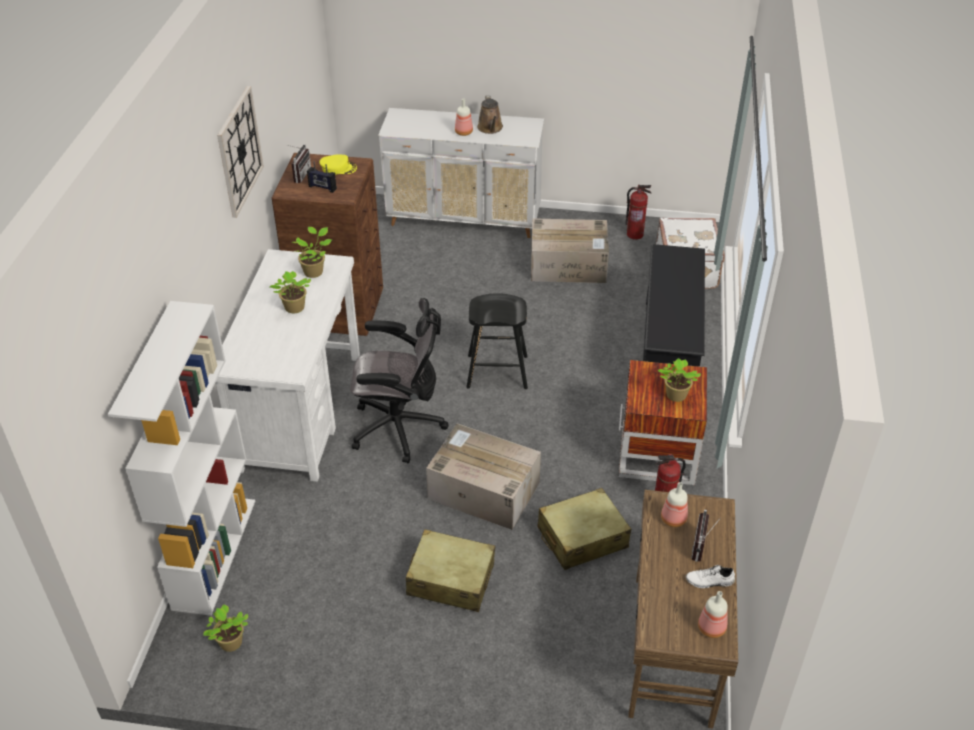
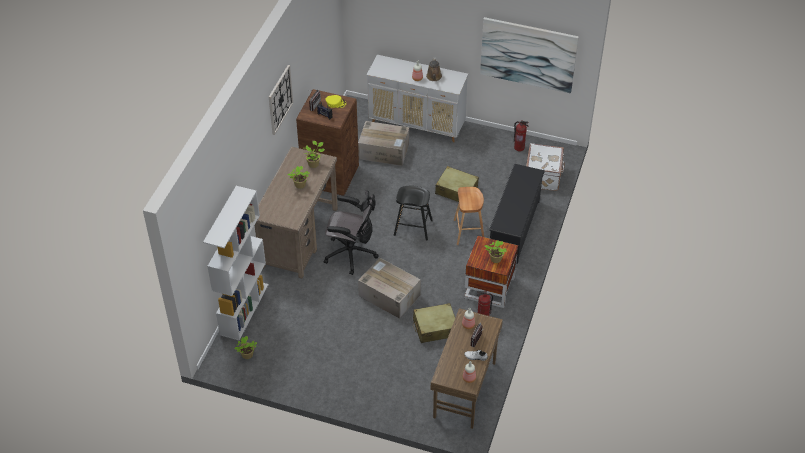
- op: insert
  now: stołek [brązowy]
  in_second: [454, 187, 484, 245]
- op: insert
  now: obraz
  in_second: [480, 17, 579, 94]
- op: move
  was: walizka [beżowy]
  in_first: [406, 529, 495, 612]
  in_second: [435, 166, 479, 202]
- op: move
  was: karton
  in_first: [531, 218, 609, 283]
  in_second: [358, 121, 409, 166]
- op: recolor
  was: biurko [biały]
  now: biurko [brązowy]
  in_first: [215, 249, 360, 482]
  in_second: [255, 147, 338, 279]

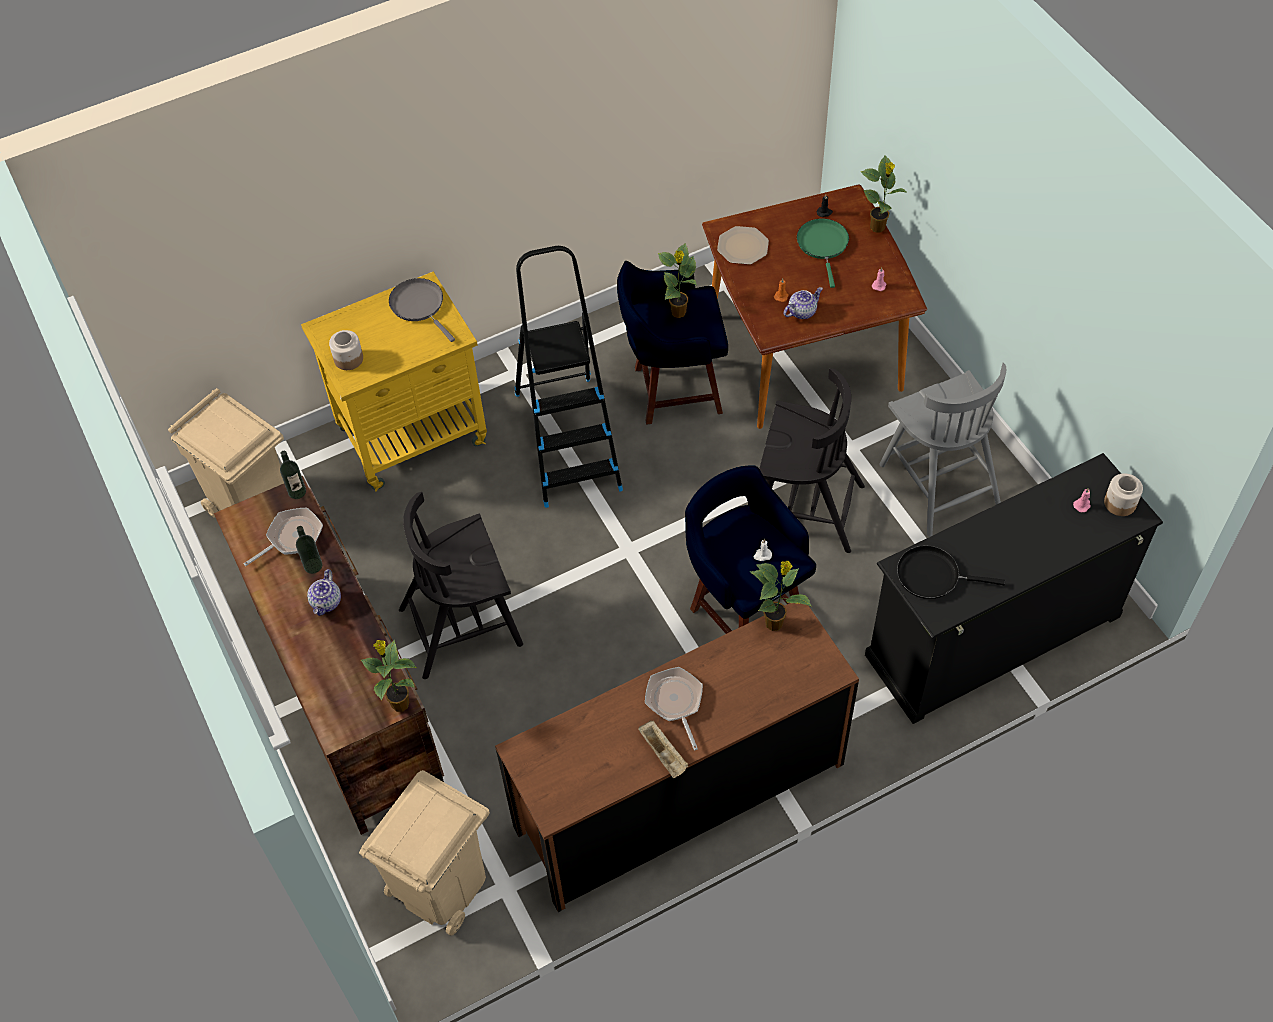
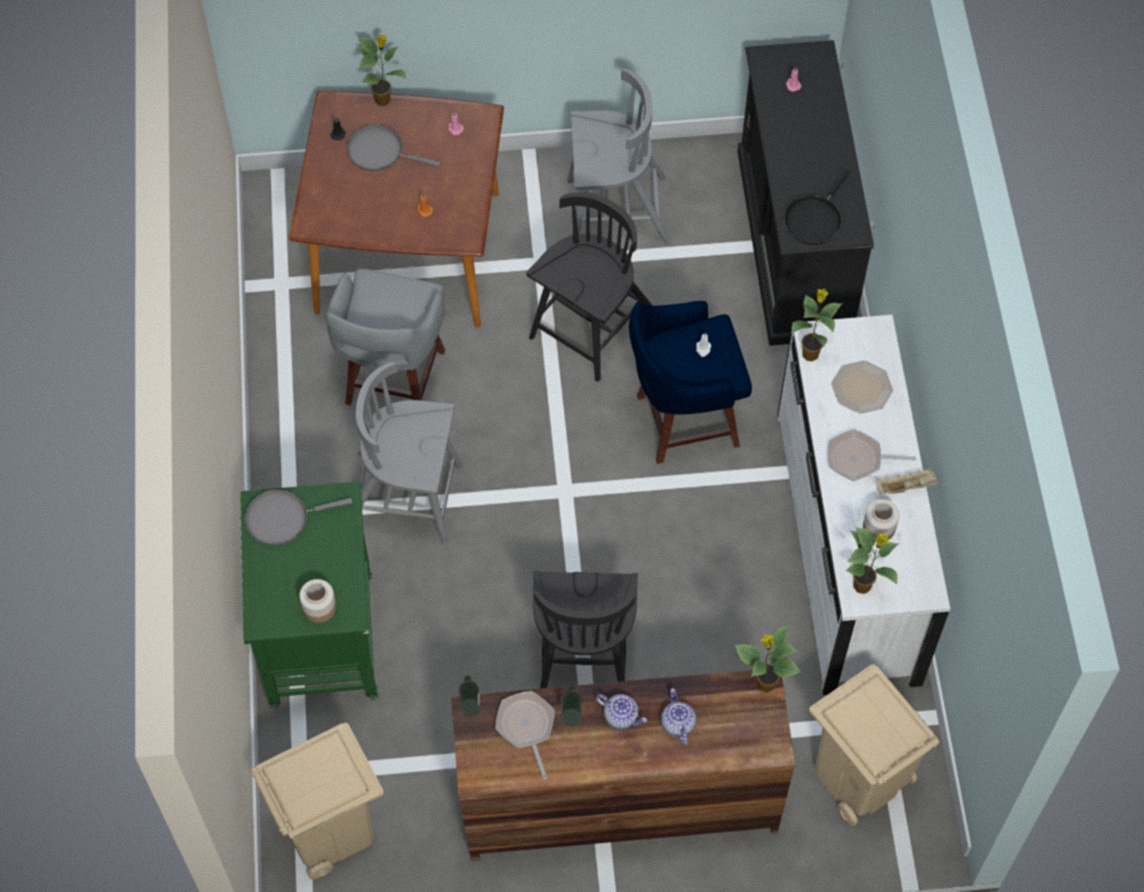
- op: move
  was: roślina doniczkowa
  in_first: [658, 243, 697, 318]
  in_second: [845, 527, 899, 594]
- op: move
  was: talerz
  in_first: [717, 226, 769, 265]
  in_second: [831, 361, 893, 413]
- op: move
  was: imbryk
  in_first: [784, 287, 823, 319]
  in_second: [661, 688, 696, 746]
- op: move
  was: słoik
  in_first: [1104, 473, 1143, 516]
  in_second: [863, 499, 899, 542]
- op: replace
  was: drabinka [czarny]
  now: krzesło [szary]
  in_first: [514, 246, 623, 508]
  in_second: [356, 362, 463, 544]
- op: recolor
  was: wózek [żółty]
  now: wózek [zielony]
  in_first: [301, 272, 487, 492]
  in_second: [240, 481, 379, 709]
- op: recolor
  was: komoda [brązowy]
  now: komoda [biały]
  in_first: [495, 603, 859, 912]
  in_second: [777, 315, 950, 695]
- op: recolor
  was: stołek [niebieski]
  now: stołek [szary]
  in_first: [617, 261, 728, 425]
  in_second: [326, 269, 445, 405]
- op: recolor
  was: patelnia [zielony]
  now: patelnia [szary]
  in_first: [797, 219, 849, 288]
  in_second: [346, 124, 440, 171]

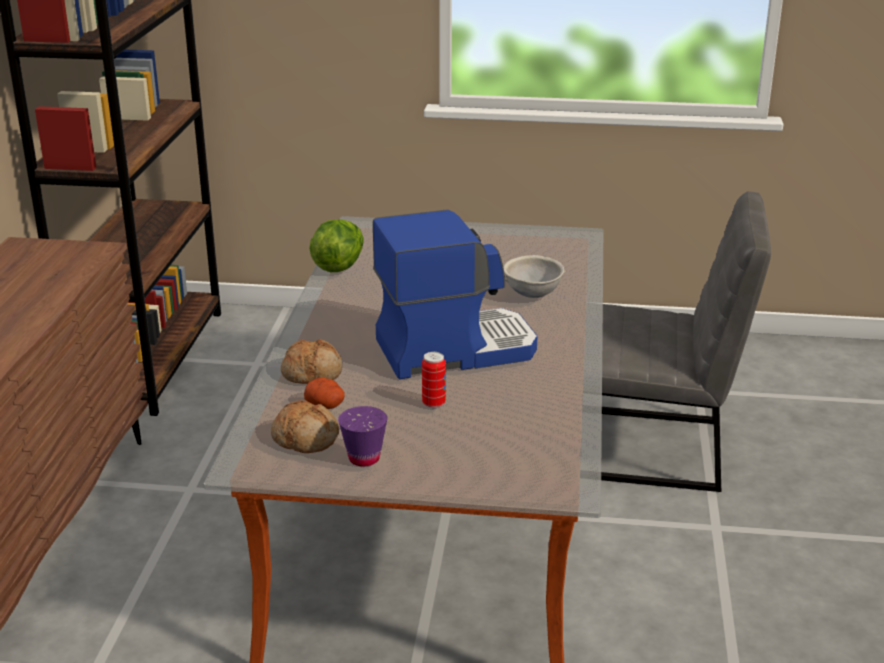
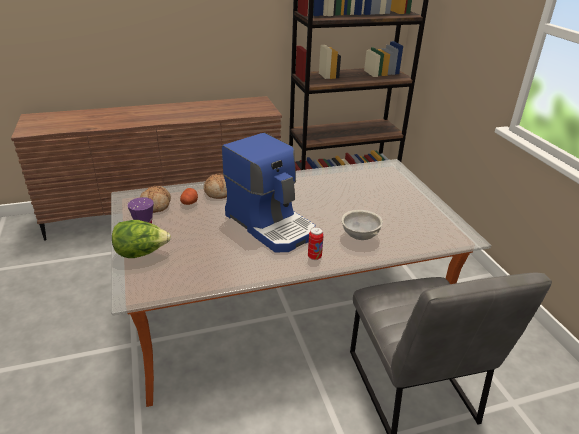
- op: move
  was: sałata
  in_first: [309, 219, 364, 272]
  in_second: [112, 220, 171, 258]
- op: move
  was: puszka
  in_first: [422, 352, 446, 408]
  in_second: [308, 227, 324, 260]

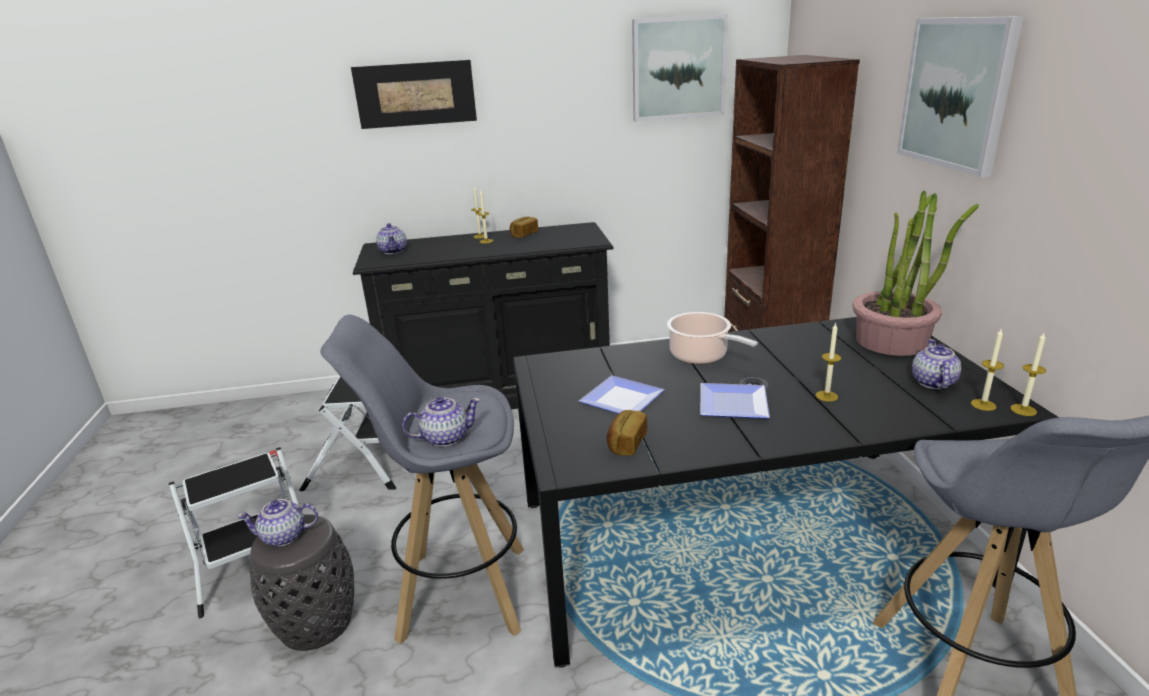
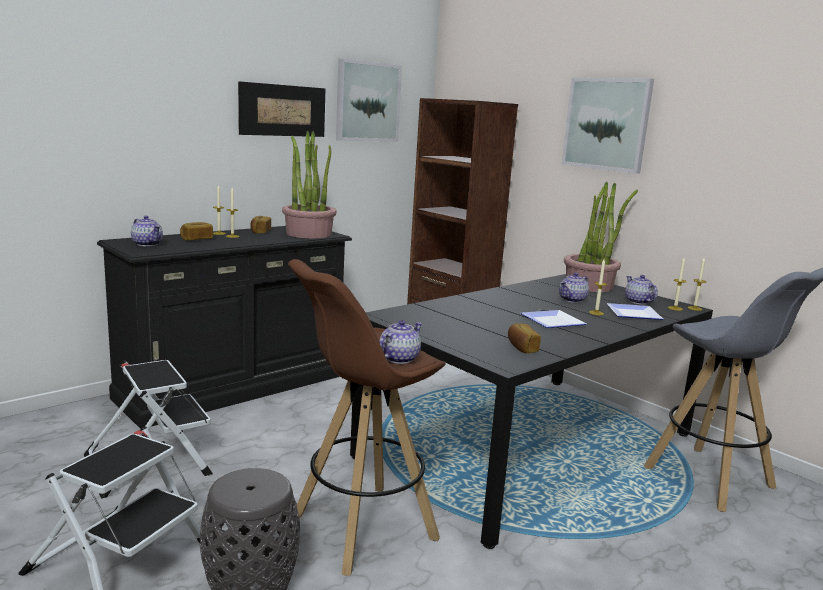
- op: delete
  was: garnek
  in_first: [667, 312, 758, 364]
- op: insert
  now: chleb
  in_second: [180, 222, 213, 240]
- op: insert
  now: roślina doniczkowa
  in_second: [282, 131, 337, 238]
- op: move
  was: imbryk
  in_first: [237, 499, 318, 547]
  in_second: [559, 273, 589, 303]
- op: move
  was: obraz
  in_first: [351, 60, 477, 129]
  in_second: [238, 81, 325, 137]
- op: move
  was: talerz
  in_first: [579, 375, 665, 414]
  in_second: [606, 303, 663, 320]
- op: recolor
  was: stołek [szary]
  now: stołek [brązowy]
  in_first: [321, 315, 524, 644]
  in_second: [288, 259, 445, 576]

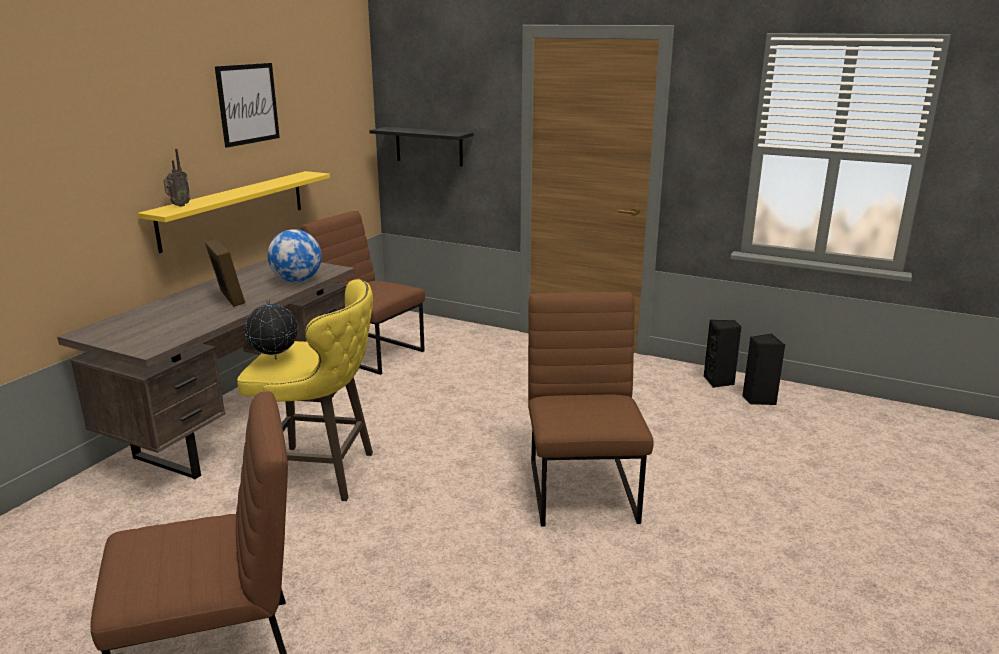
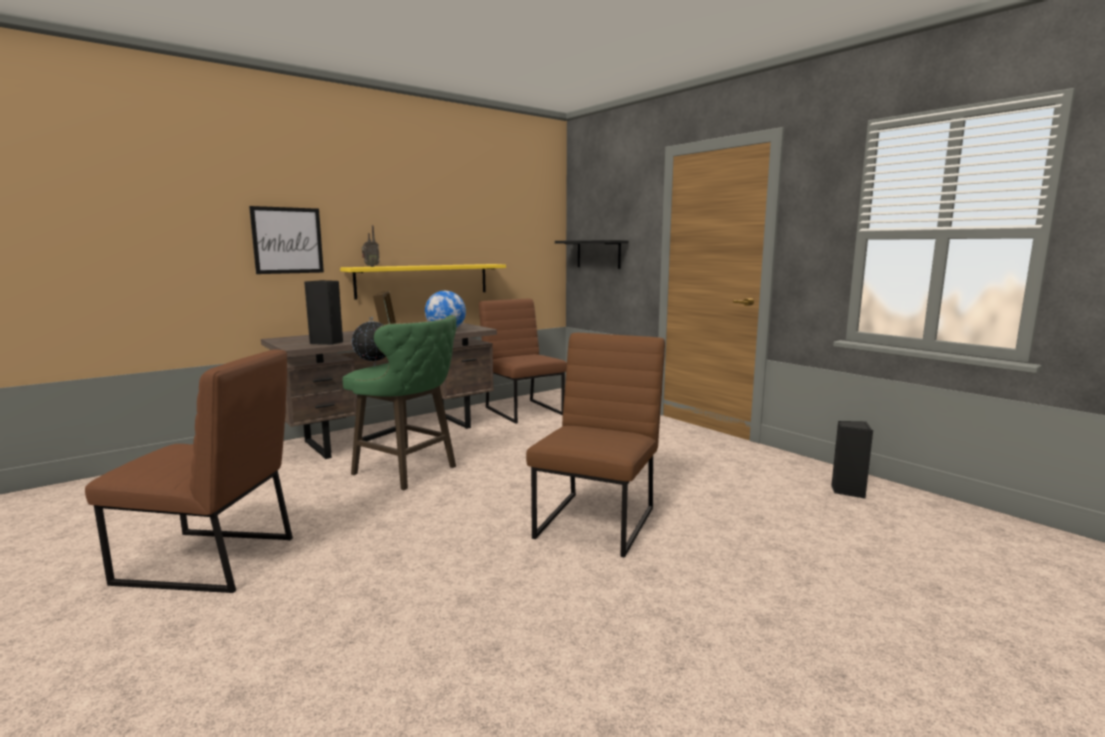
- op: move
  was: obraz
  in_first: [215, 63, 280, 148]
  in_second: [249, 206, 324, 274]
- op: move
  was: głośnik [czarny]
  in_first: [704, 319, 742, 388]
  in_second: [304, 280, 343, 345]
- op: recolor
  was: stołek [żółty]
  now: stołek [zielony]
  in_first: [237, 279, 373, 501]
  in_second: [343, 315, 456, 490]

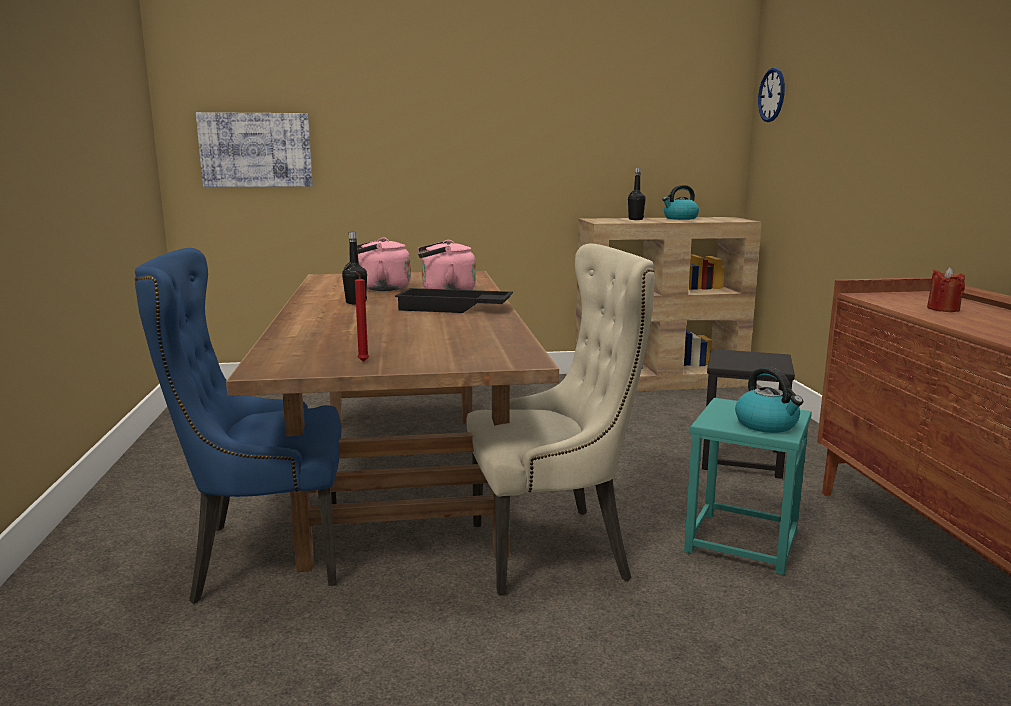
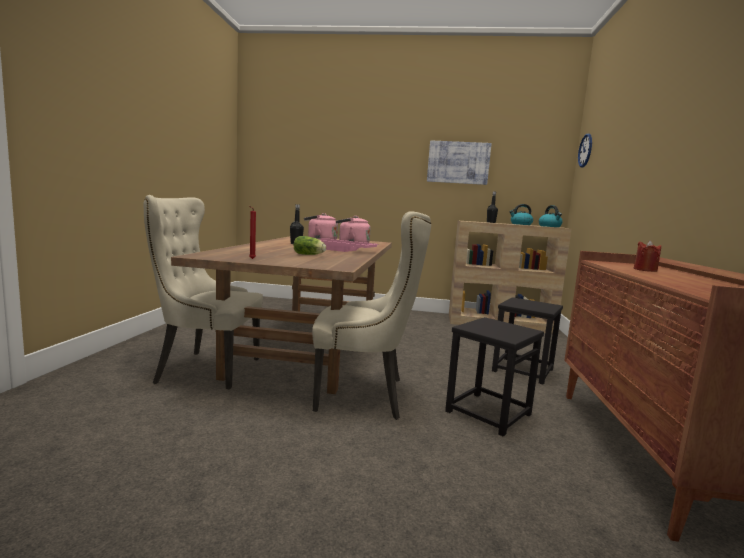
- op: insert
  now: sałata
  in_second: [294, 236, 326, 255]
- op: move
  was: obraz
  in_first: [196, 112, 313, 187]
  in_second: [427, 140, 492, 185]
- op: move
  was: czajnik
  in_first: [735, 367, 803, 433]
  in_second: [539, 205, 563, 227]
- op: recolor
  was: krzesło [niebieski]
  now: krzesło [beżowy]
  in_first: [134, 248, 341, 604]
  in_second: [143, 195, 263, 389]
- op: recolor
  was: taca [czarny]
  now: taca [różowy]
  in_first: [395, 288, 513, 313]
  in_second: [319, 238, 379, 252]
- op: recolor
  was: stołek [turkusowy]
  now: stołek [czarny]
  in_first: [684, 398, 812, 575]
  in_second: [445, 317, 544, 436]

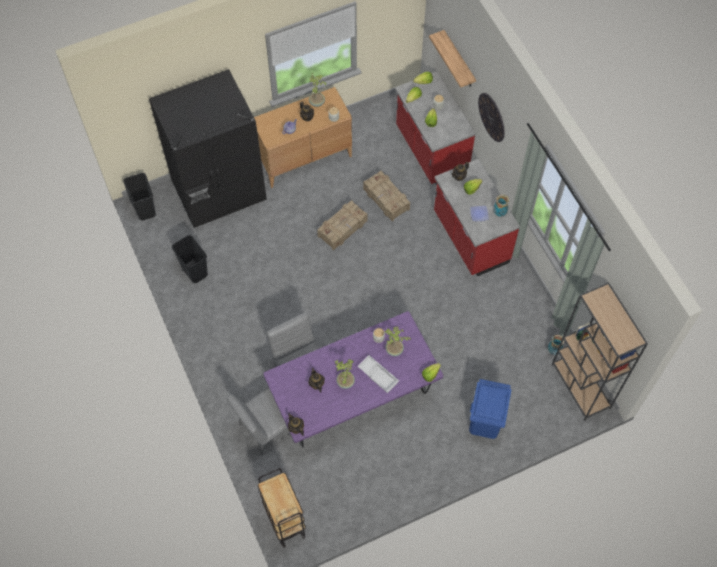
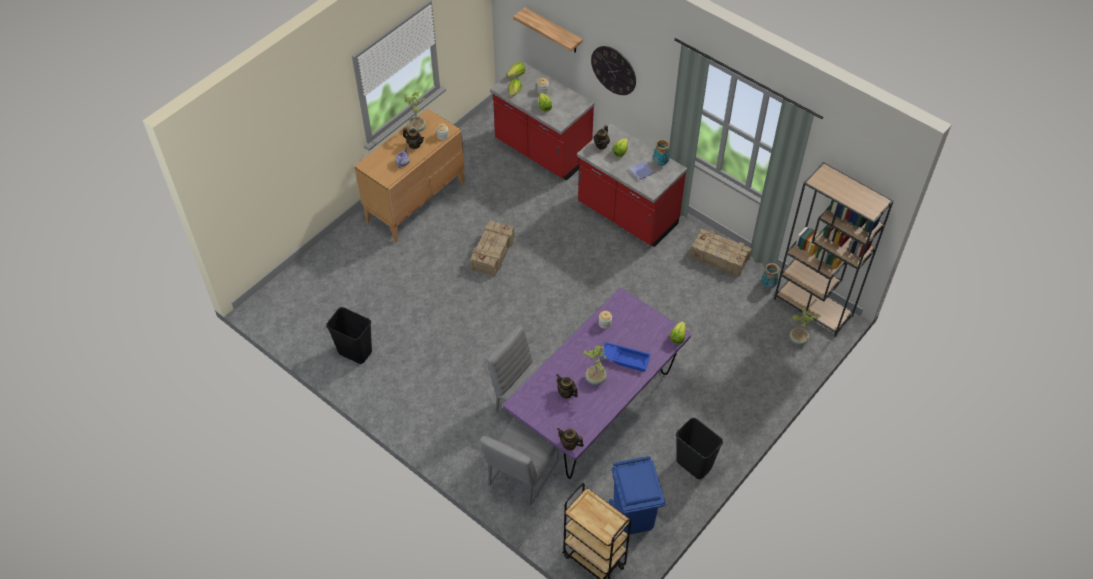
- op: delete
  was: lodówka [czarny]
  in_first: [149, 69, 267, 228]
- op: move
  was: kosz na śmieci [czarny]
  in_first: [123, 173, 156, 221]
  in_second: [676, 417, 724, 479]
- op: move
  was: skrzynka
  in_first: [363, 171, 410, 221]
  in_second: [689, 229, 752, 277]
- op: move
  was: roślina doniczkowa
  in_first: [384, 327, 411, 356]
  in_second: [790, 307, 820, 345]
- op: move
  was: kosz na śmieci [niebieski]
  in_first: [469, 379, 511, 439]
  in_second: [609, 456, 665, 534]
- op: recolor
  was: taca [biały]
  now: taca [niebieski]
  in_first: [358, 355, 399, 393]
  in_second: [600, 342, 651, 372]

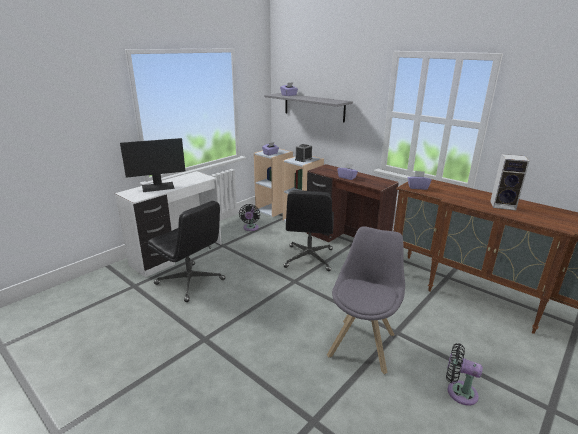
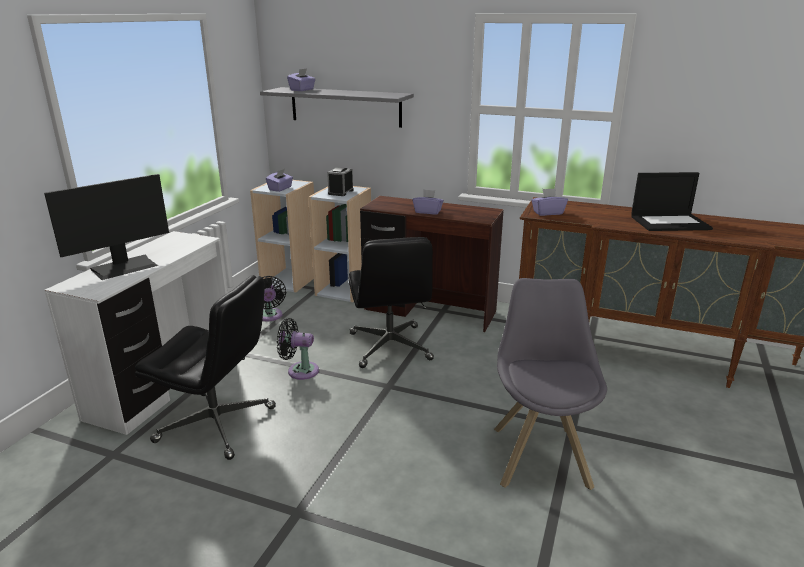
- op: move
  was: wentylator [czarny]
  in_first: [446, 343, 483, 406]
  in_second: [277, 318, 319, 380]
- op: replace
  was: głośnik
  now: laptop
  in_first: [490, 154, 529, 210]
  in_second: [631, 172, 713, 231]

